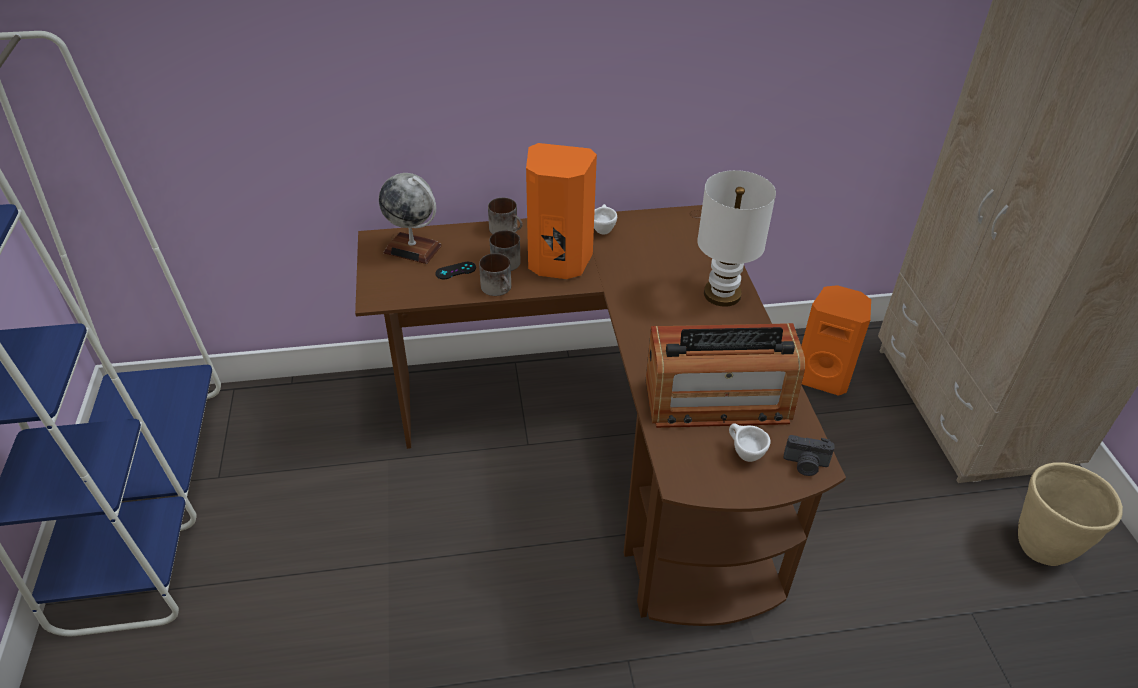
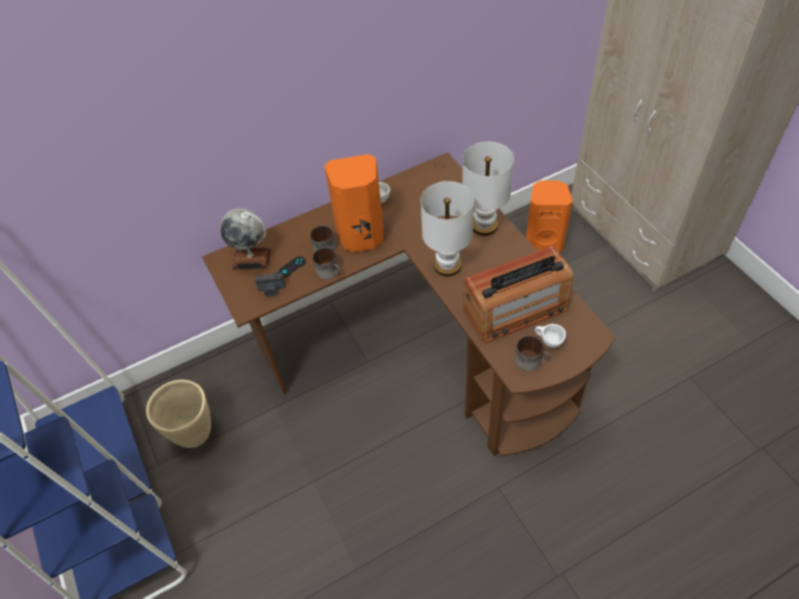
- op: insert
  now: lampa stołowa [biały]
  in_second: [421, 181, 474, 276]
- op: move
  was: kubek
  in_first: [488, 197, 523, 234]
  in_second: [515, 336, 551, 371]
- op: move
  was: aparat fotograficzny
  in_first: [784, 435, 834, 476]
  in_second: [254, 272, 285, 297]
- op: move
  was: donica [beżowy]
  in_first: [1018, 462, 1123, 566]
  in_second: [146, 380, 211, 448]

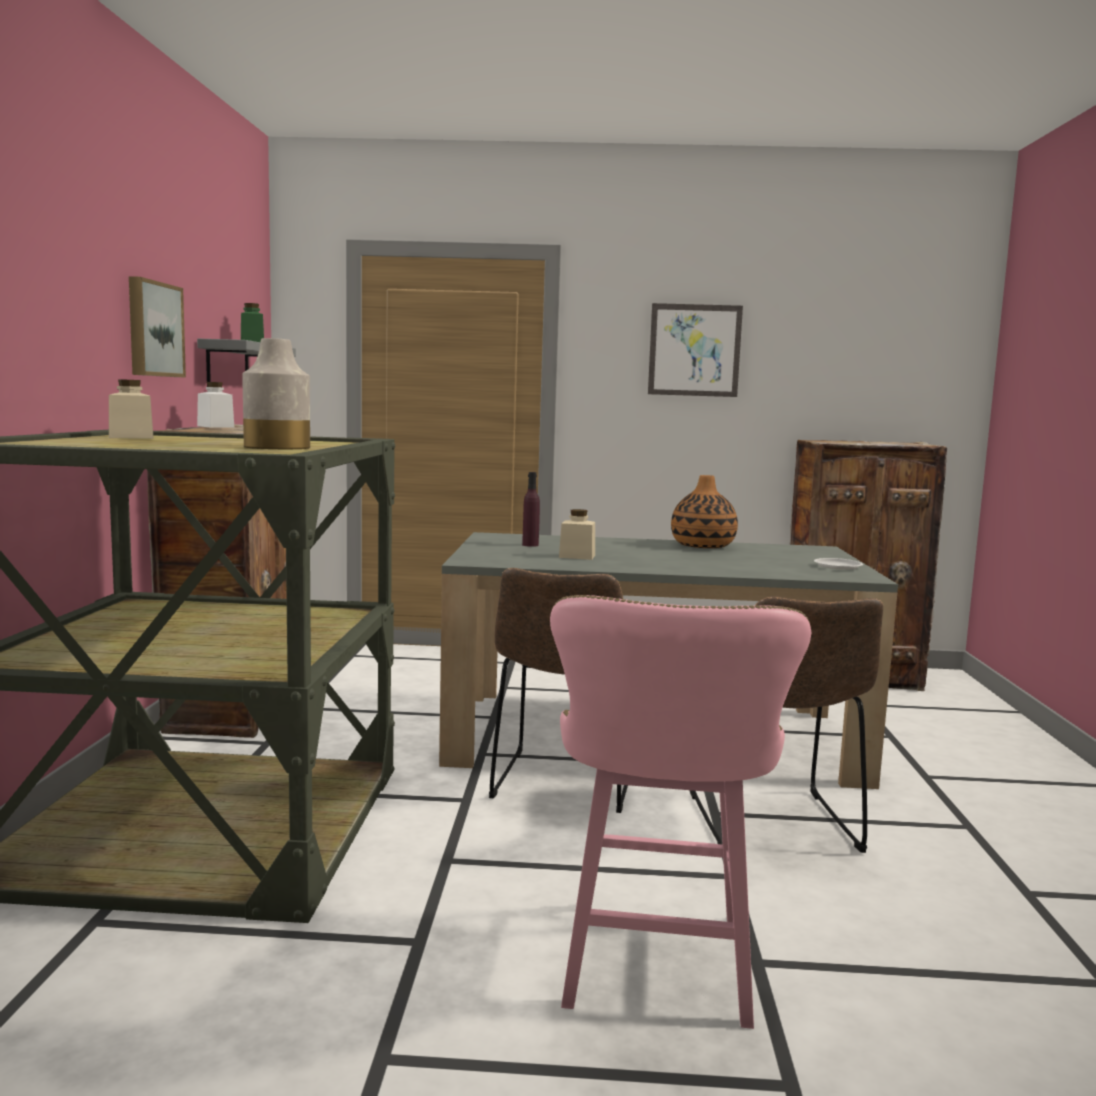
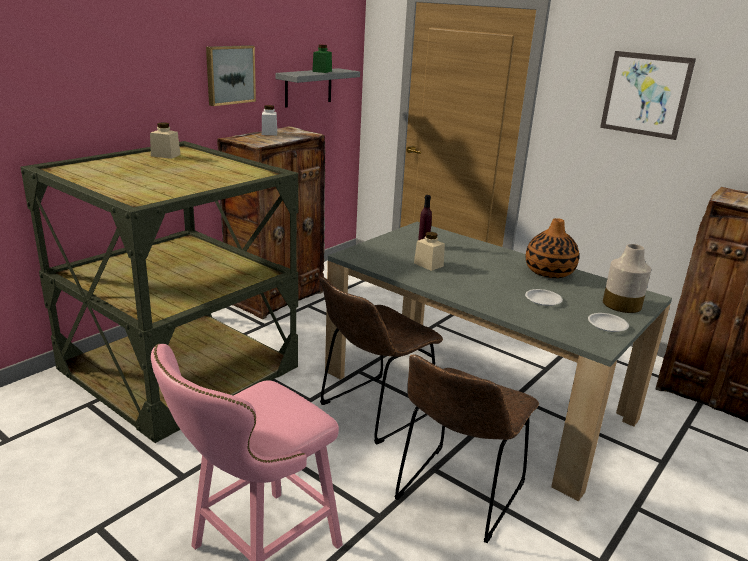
- op: insert
  now: talerz [biały]
  in_second: [525, 289, 563, 306]
- op: move
  was: wazon [beżowy]
  in_first: [242, 338, 310, 449]
  in_second: [603, 244, 651, 313]

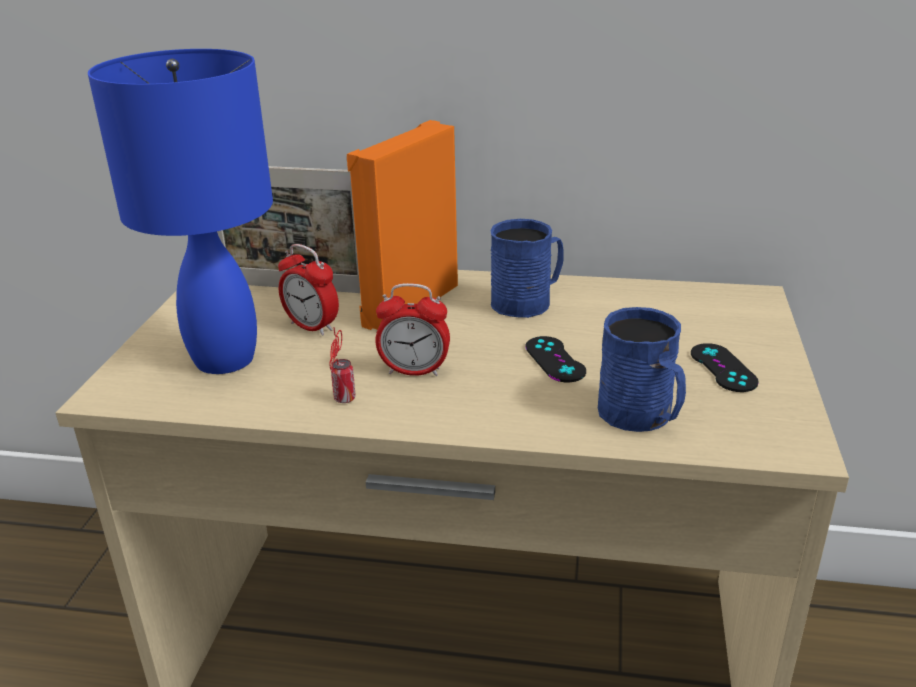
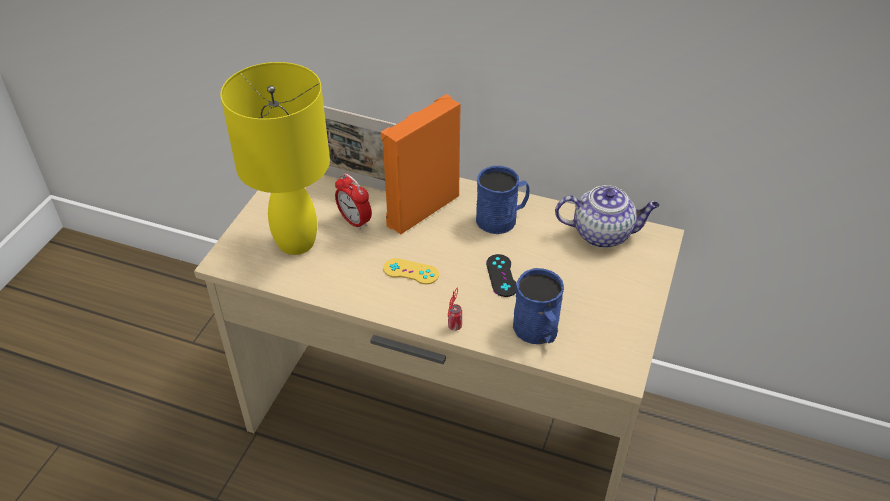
- op: delete
  was: pad do gier [czarny]
  in_first: [691, 343, 759, 392]
- op: insert
  now: imbryk
  in_second: [555, 185, 660, 248]
- op: move
  was: puszka
  in_first: [329, 327, 356, 403]
  in_second: [448, 288, 462, 331]
- op: replace
  was: budzik
  now: pad do gier [żółty]
  in_first: [375, 283, 450, 376]
  in_second: [383, 258, 439, 284]
- op: recolor
  was: lampa stołowa [niebieski]
  now: lampa stołowa [żółty]
  in_first: [88, 49, 273, 374]
  in_second: [220, 62, 330, 255]

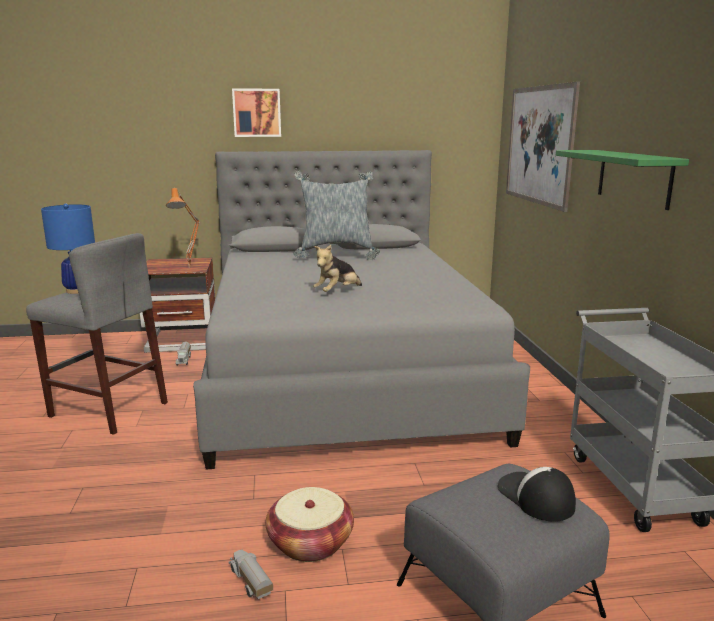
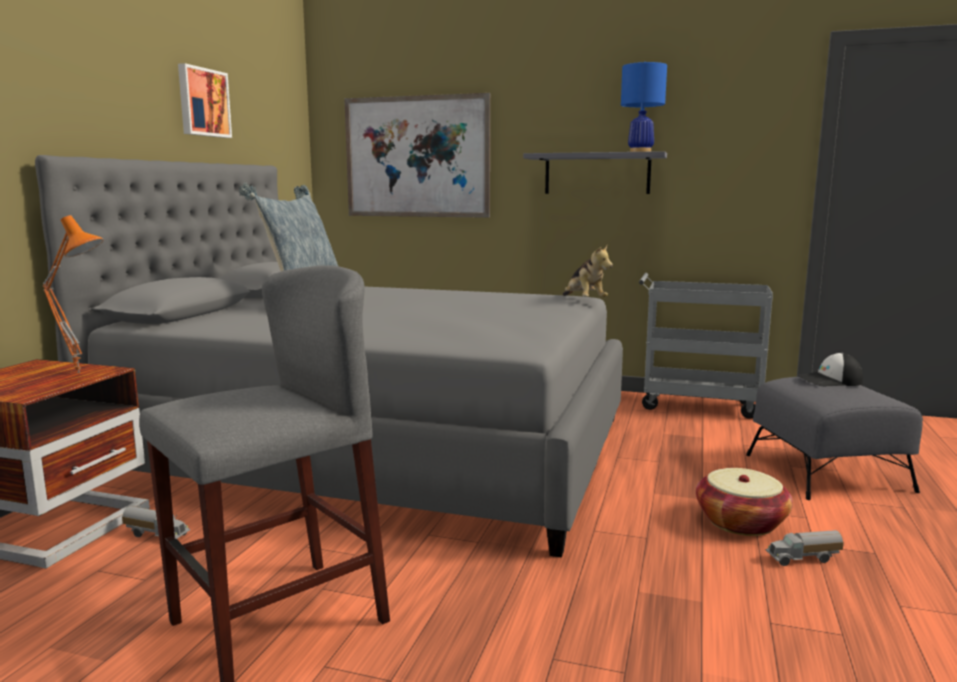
- op: move
  was: lampa stołowa [niebieski]
  in_first: [41, 204, 95, 294]
  in_second: [621, 62, 667, 152]
- op: move
  was: obraz
  in_first: [232, 88, 281, 137]
  in_second: [178, 63, 232, 138]
- op: move
  was: pluszak
  in_first: [313, 245, 362, 292]
  in_second: [563, 245, 613, 297]
- op: recolor
  was: półka [zielony]
  now: półka [szary]
  in_first: [556, 150, 689, 210]
  in_second: [523, 151, 667, 194]

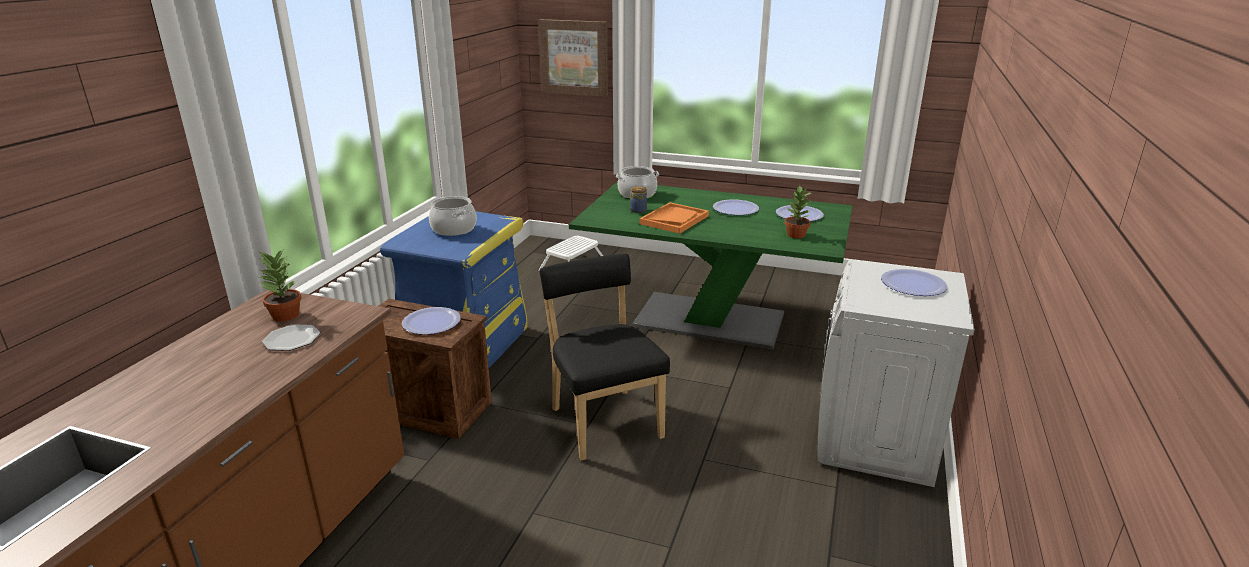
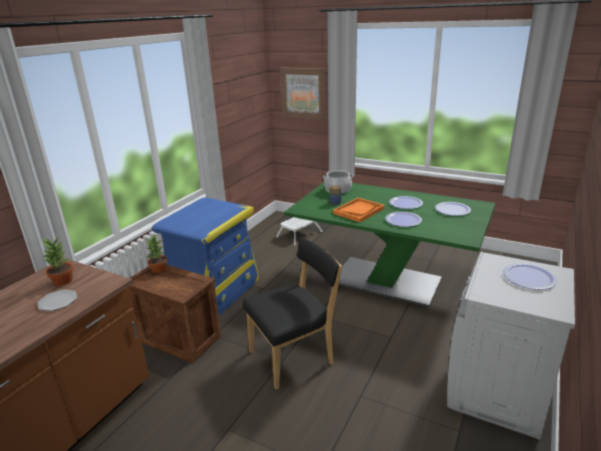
- op: delete
  was: garnek
  in_first: [429, 196, 477, 236]
- op: move
  was: talerz
  in_first: [402, 307, 461, 335]
  in_second: [385, 212, 422, 227]
- op: move
  was: roślina doniczkowa
  in_first: [785, 185, 813, 239]
  in_second: [146, 234, 167, 273]
- op: rotate
  was: krzesło [czarny]
  in_first: [540, 254, 670, 461]
  in_second: [243, 237, 342, 390]
  clockwise: 75

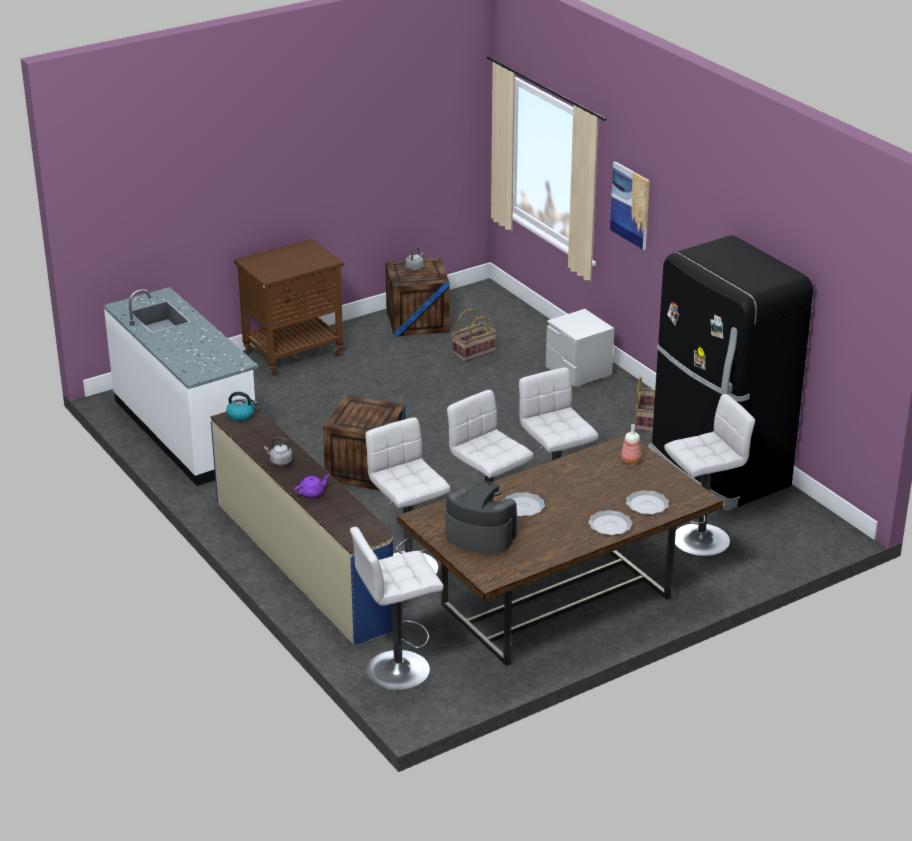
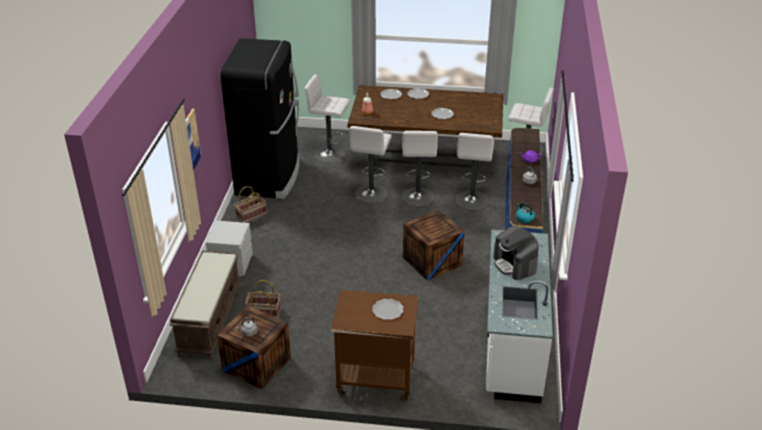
- op: insert
  now: ławka [brązowy]
  in_second: [170, 251, 241, 359]
- op: insert
  now: talerz
  in_second: [372, 299, 403, 320]
- op: move
  was: ekspres do kawy
  in_first: [445, 481, 517, 553]
  in_second: [493, 226, 539, 280]

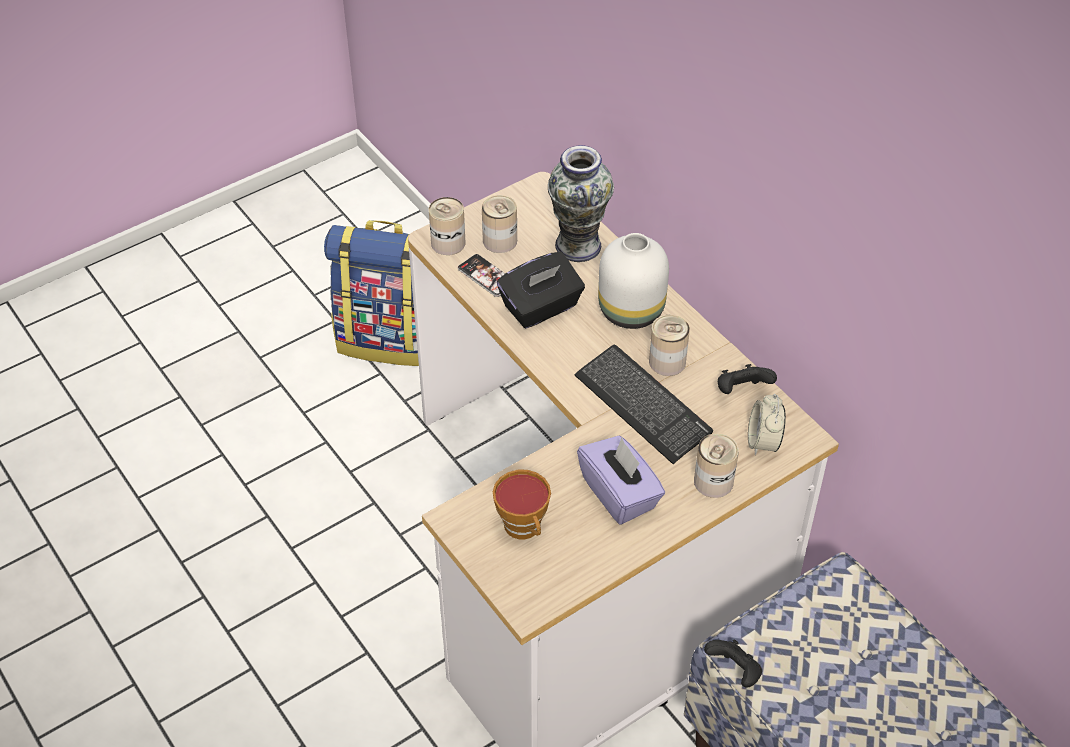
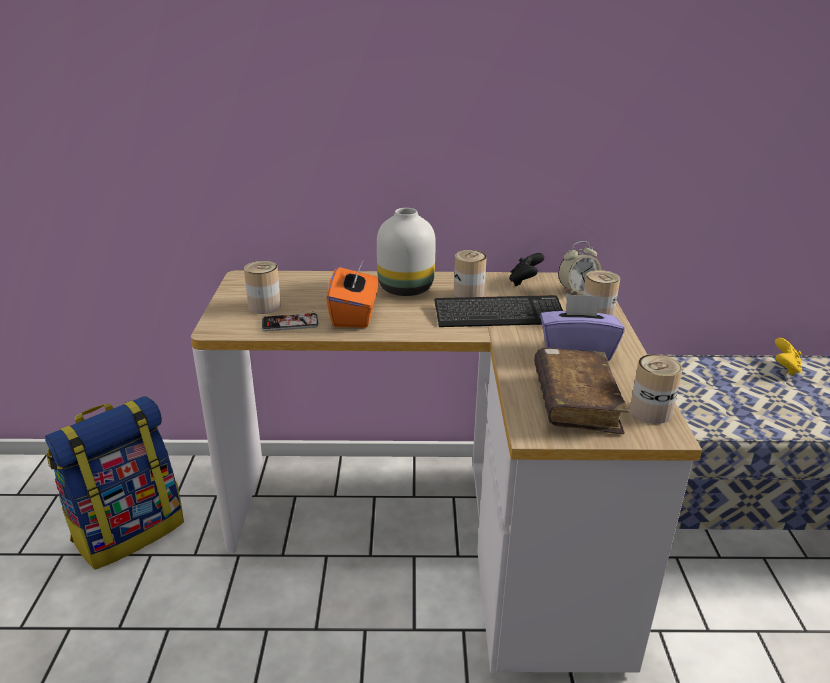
- op: delete
  was: wazon
  in_first: [548, 145, 614, 262]
- op: delete
  was: pad do gier [czarny]
  in_first: [704, 639, 762, 688]
- op: insert
  now: pad do gier [żółty]
  in_second: [775, 338, 802, 376]
- op: move
  was: puszka
  in_first: [429, 197, 466, 255]
  in_second: [630, 354, 683, 424]
- op: replace
  was: filiżanka
  now: książka [brązowy]
  in_first: [493, 470, 551, 540]
  in_second: [534, 348, 630, 434]
- op: recolor
  was: pudełko chusteczek [czarny]
  now: pudełko chusteczek [pomarańczowy]
  in_first: [497, 252, 585, 328]
  in_second: [326, 261, 379, 328]
- op: rotate
  was: budzik
  in_first: [748, 394, 786, 455]
  in_second: [558, 241, 601, 294]
  clockwise: -60

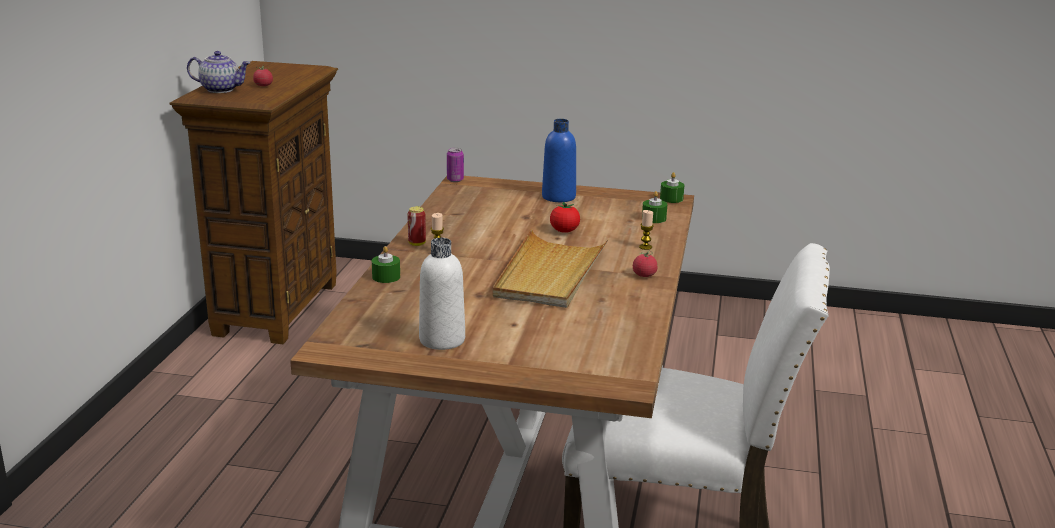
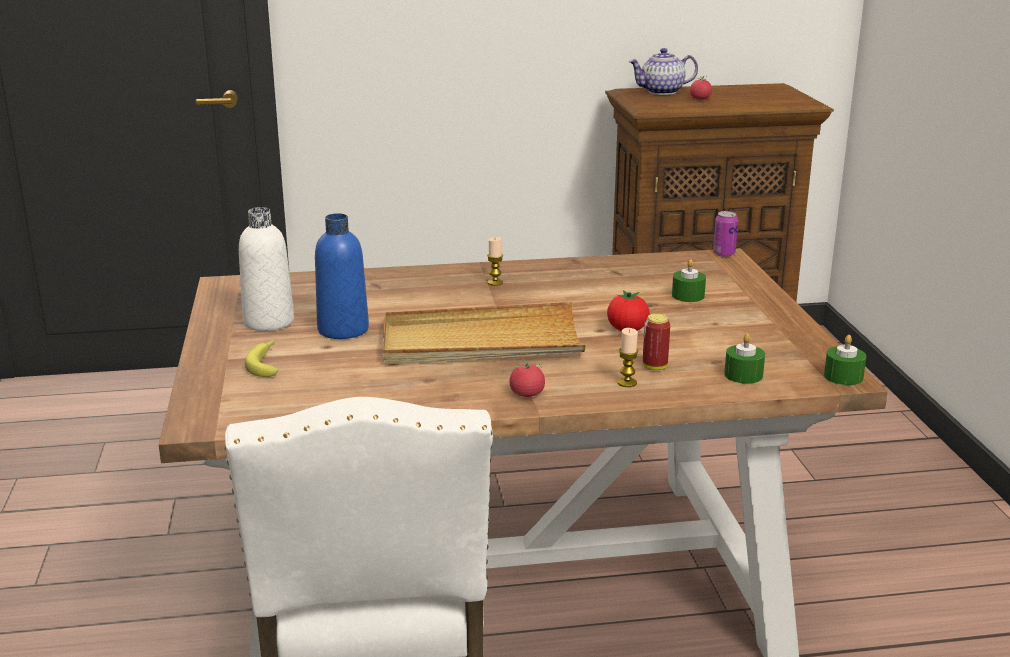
- op: insert
  now: banan
  in_second: [245, 340, 279, 377]
- op: move
  was: świeca [zielony]
  in_first: [372, 246, 400, 283]
  in_second: [672, 259, 706, 302]
- op: move
  was: puszka
  in_first: [407, 206, 426, 246]
  in_second: [643, 314, 670, 370]
- op: move
  was: butelka [niebieski]
  in_first: [542, 119, 576, 202]
  in_second: [315, 213, 369, 339]
- op: rotate
  was: imbryk
  in_first: [187, 51, 250, 93]
  in_second: [628, 48, 698, 95]
  clockwise: 90

